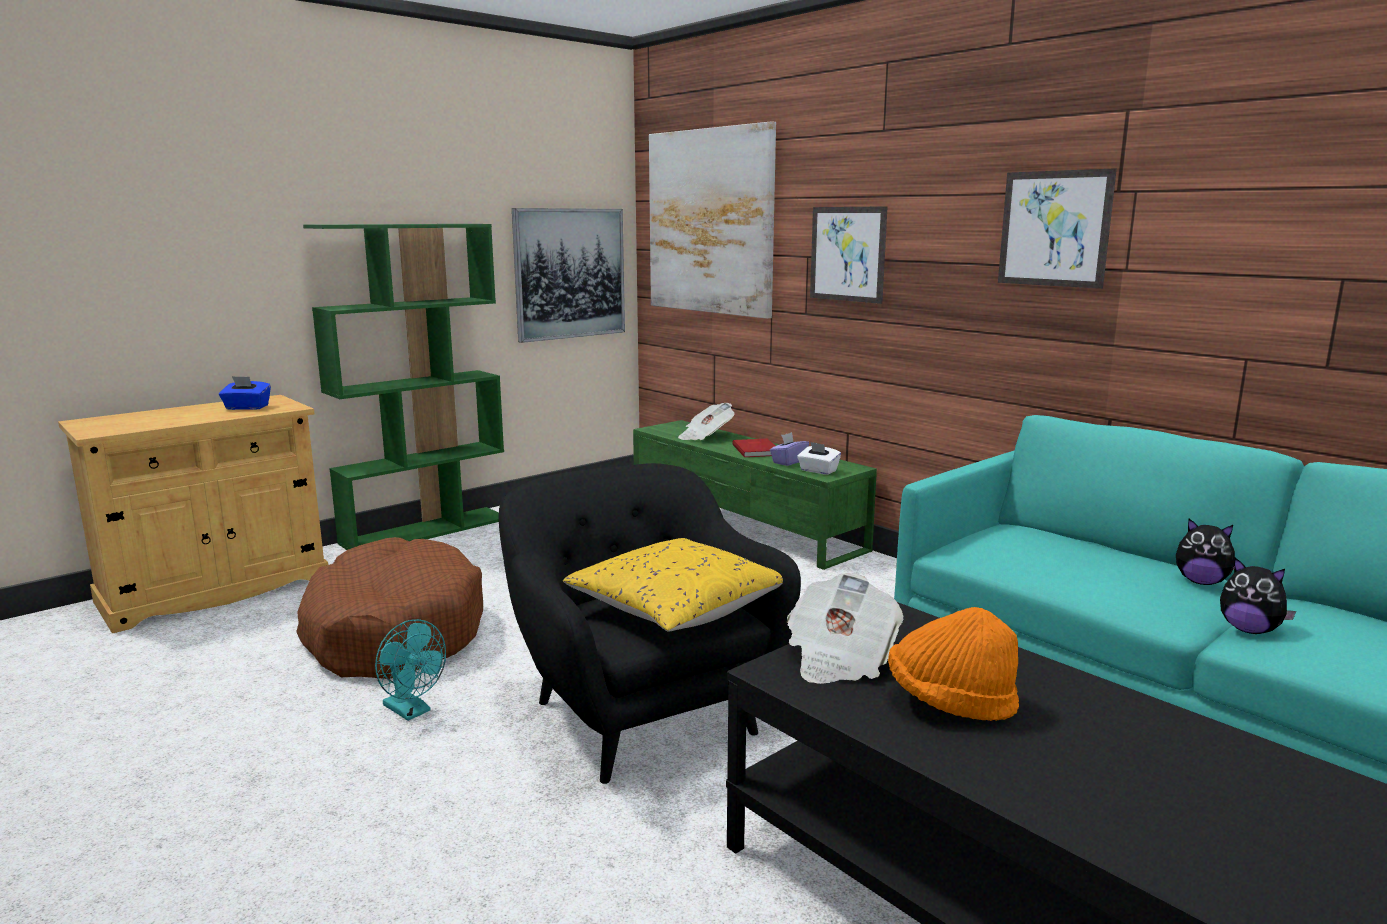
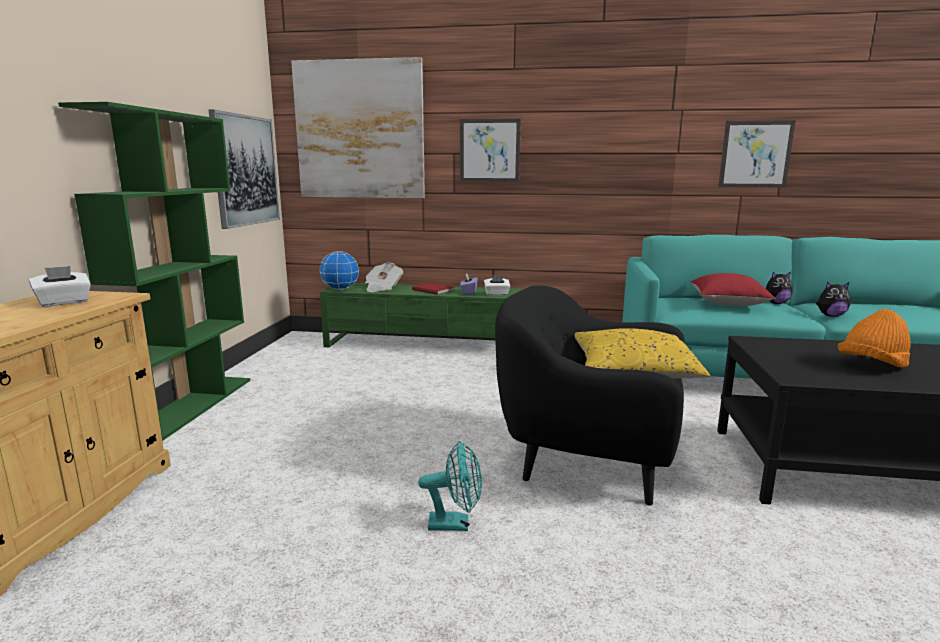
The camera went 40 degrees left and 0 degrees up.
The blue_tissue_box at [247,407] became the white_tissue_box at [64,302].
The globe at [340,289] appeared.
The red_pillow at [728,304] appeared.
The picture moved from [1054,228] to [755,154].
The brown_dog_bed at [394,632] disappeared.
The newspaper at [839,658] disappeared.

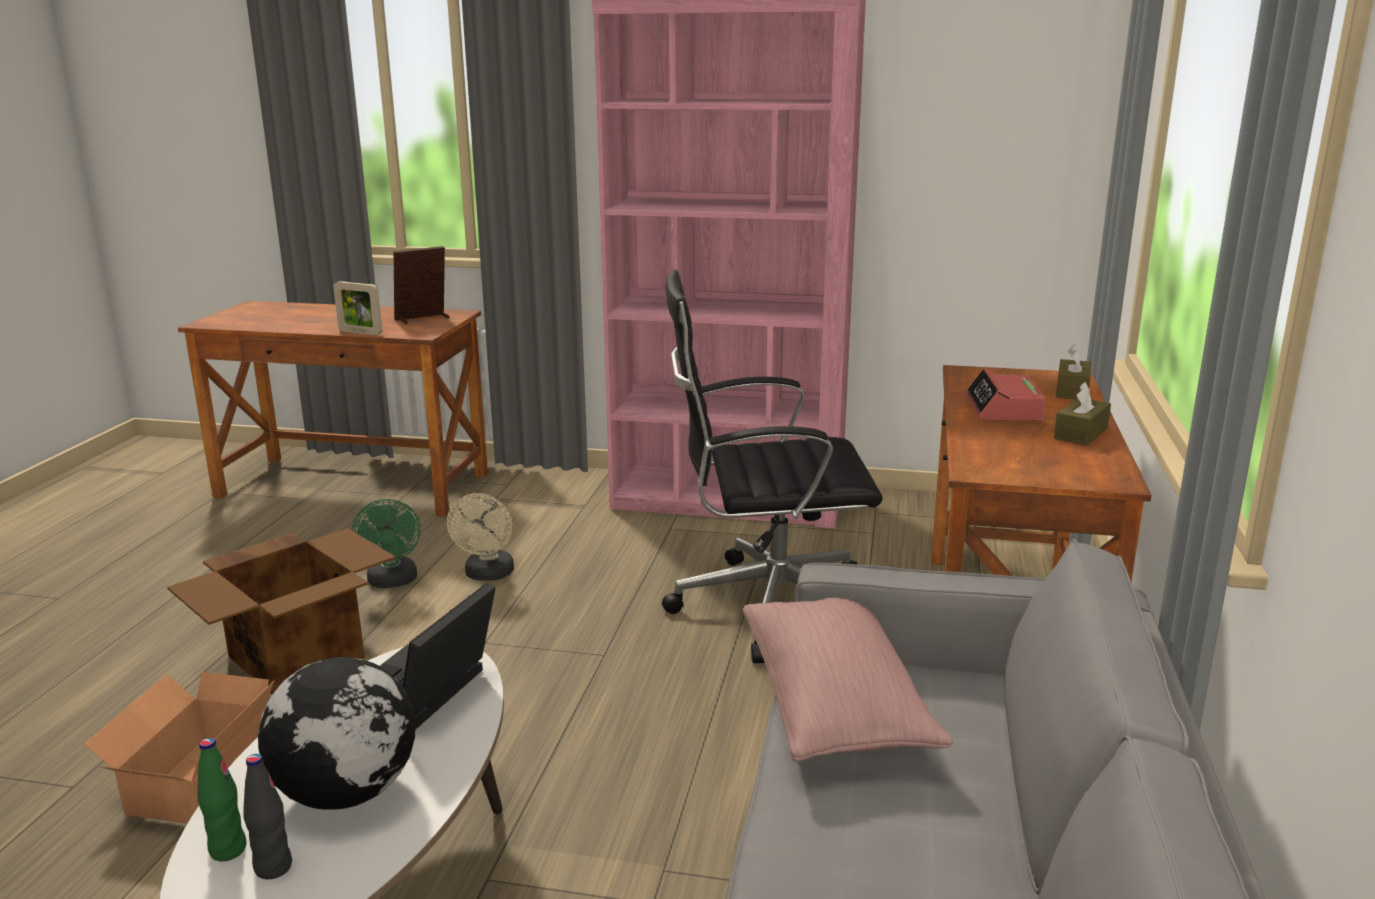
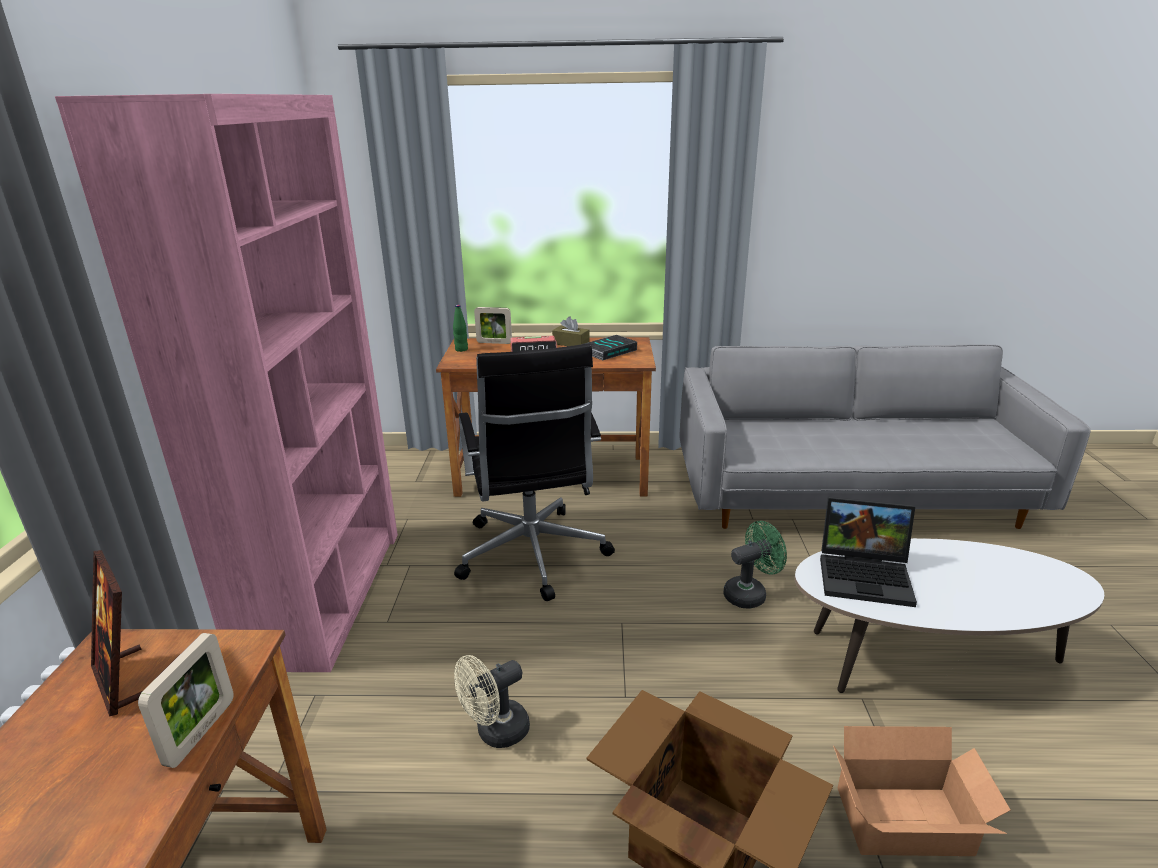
The camera went 100 degrees left and 5 degrees up.
The green_bottle moved from [228,850] to [461,349].
The beige_fan at [488,575] turned 150 degrees clockwise.
The brown_tissue_box at [1072,391] was replaced by the picture_frame at [494,342].
The book at [609,351] appeared.
The green_fan moved from [393,582] to [750,593].
The black_bottle at [273,867] disappeared.
The globe at [348,792] disappeared.
The pink_pillow at [834,704] disappeared.

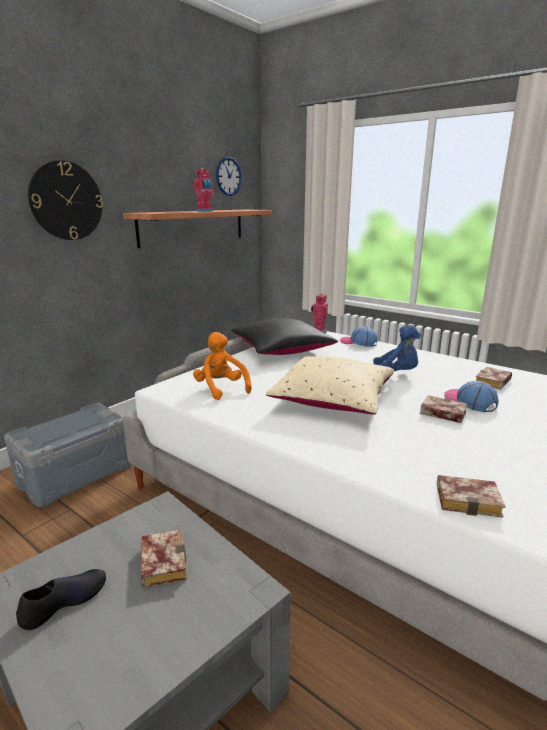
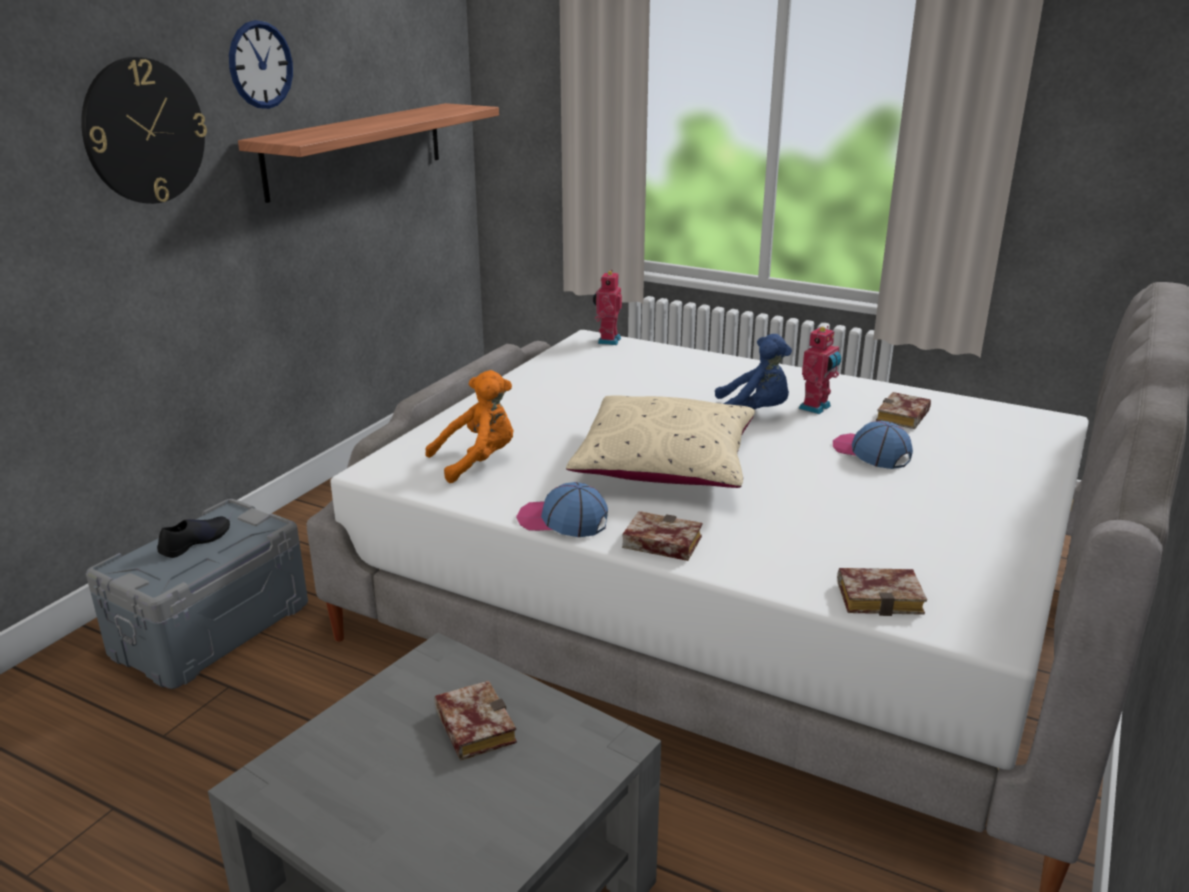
The camera went 10 degrees left and 5 degrees up.
The black_shoe moved from [64,601] to [195,542].
The wall_clock moved from [228,176] to [260,65].
The orange_plush_toy at [221,389] turned 105 degrees clockwise.
The cap moved from [358,342] to [562,520].
The book moved from [440,413] to [658,544].
The toy_robot moved from [205,211] to [816,408].
The black_pillow at [282,349] disappeared.

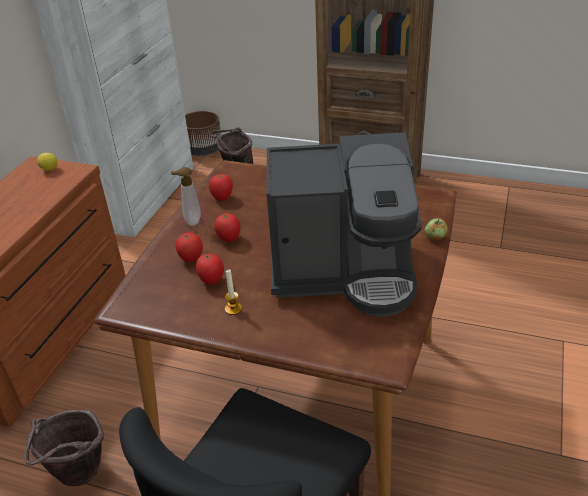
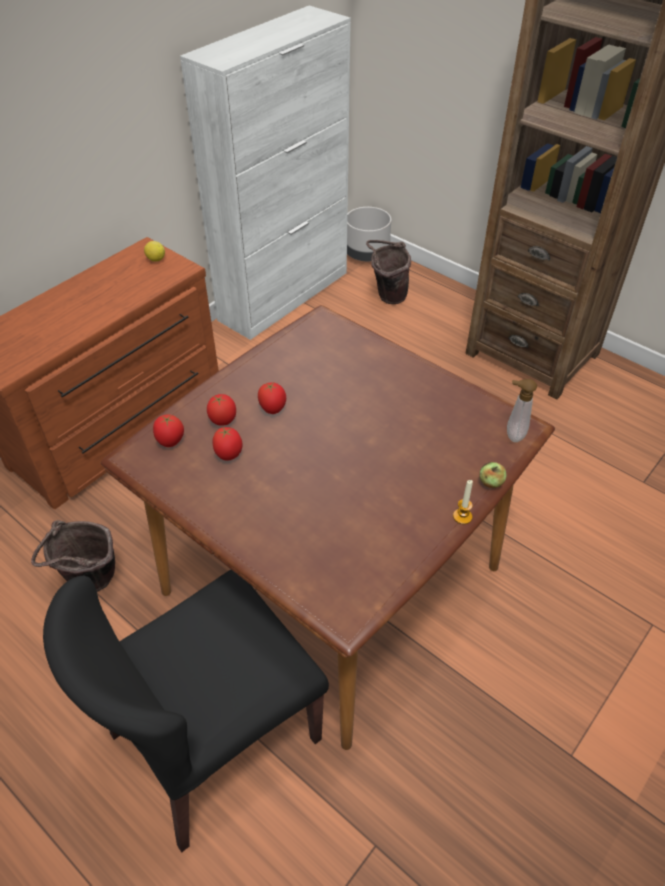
The camera went 20 degrees right and 10 degrees up.
The tomato moved from [222,198] to [170,442].
The brown_planter at [203,151] became the grey_planter at [367,254].
The candle moved from [233,309] to [462,516].
The soap_dispenser moved from [191,221] to [513,435].
The coffee_machine at [345,271] disappeared.

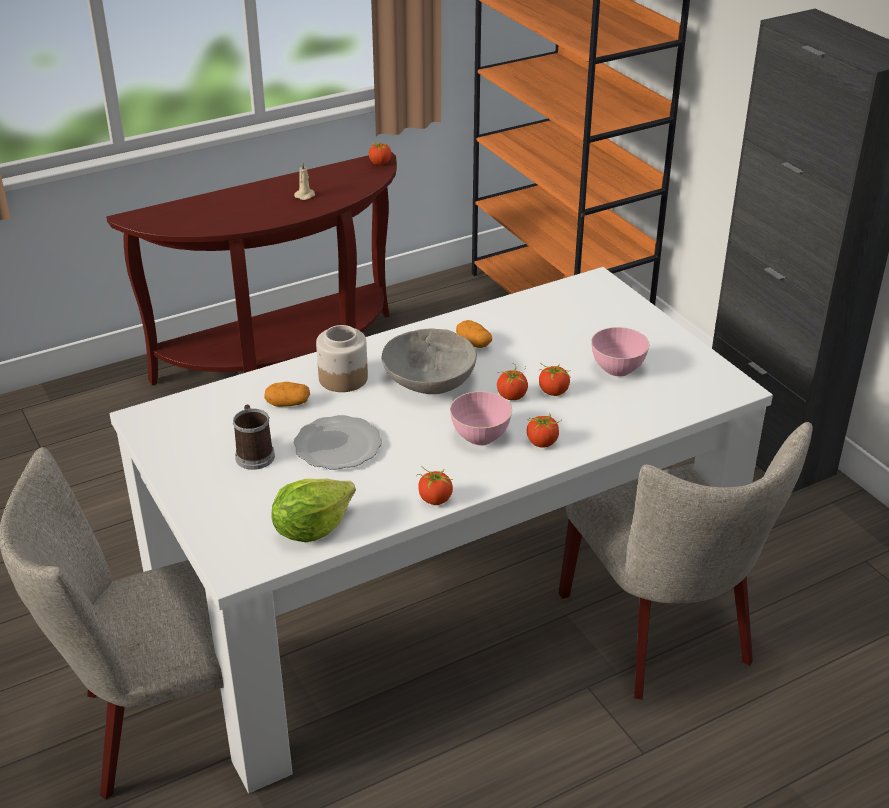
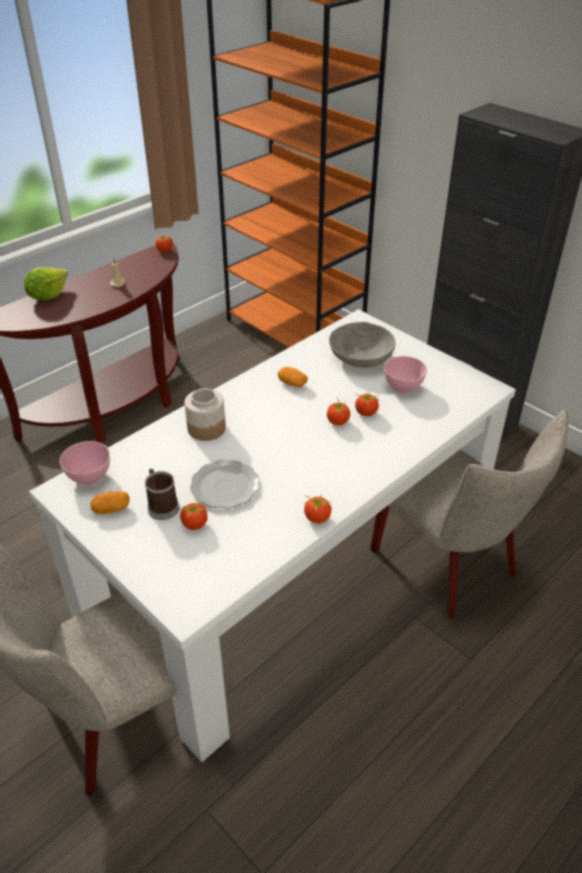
The camera went 15 degrees left and 5 degrees up.
The lettuce moved from [311,528] to [48,296].
The pink_bowl moved from [480,436] to [89,477].
The potato moved from [288,404] to [111,509].
The tomato moved from [542,442] to [195,524].
The grey_bowl moved from [428,379] to [360,358].

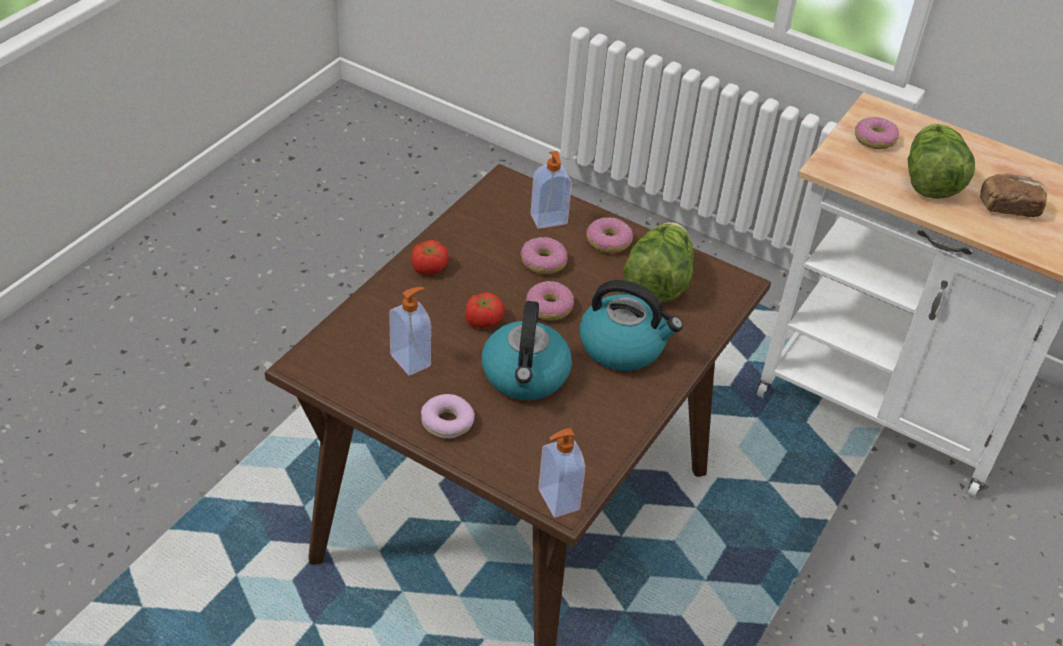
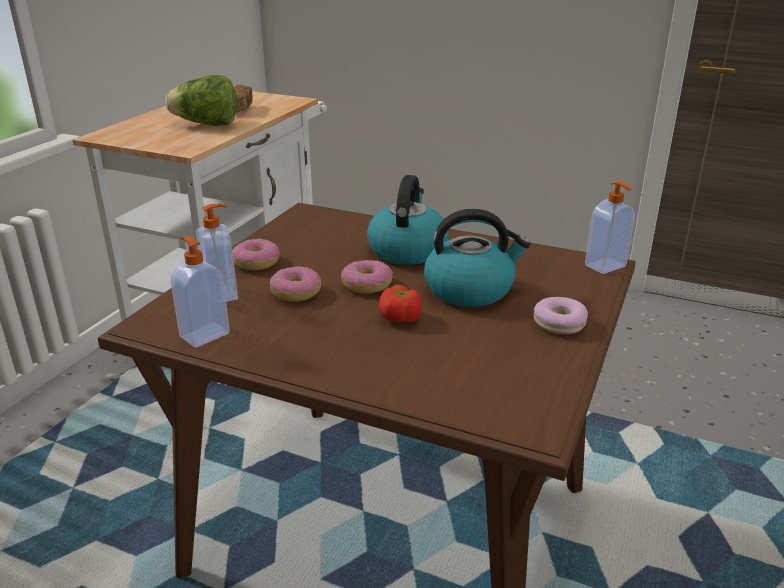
The camera went 95 degrees left and 15 degrees down.
The soap_dispenser moved from [411,360] to [204,335].
The tomato at [428,267] disappeared.
The lettuce at [657,283] disappeared.
The donut at [874,139] disappeared.

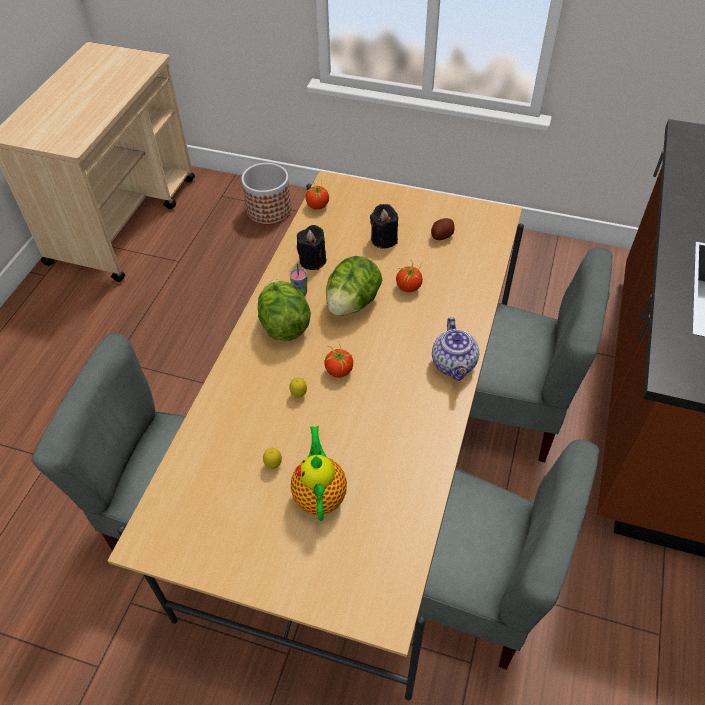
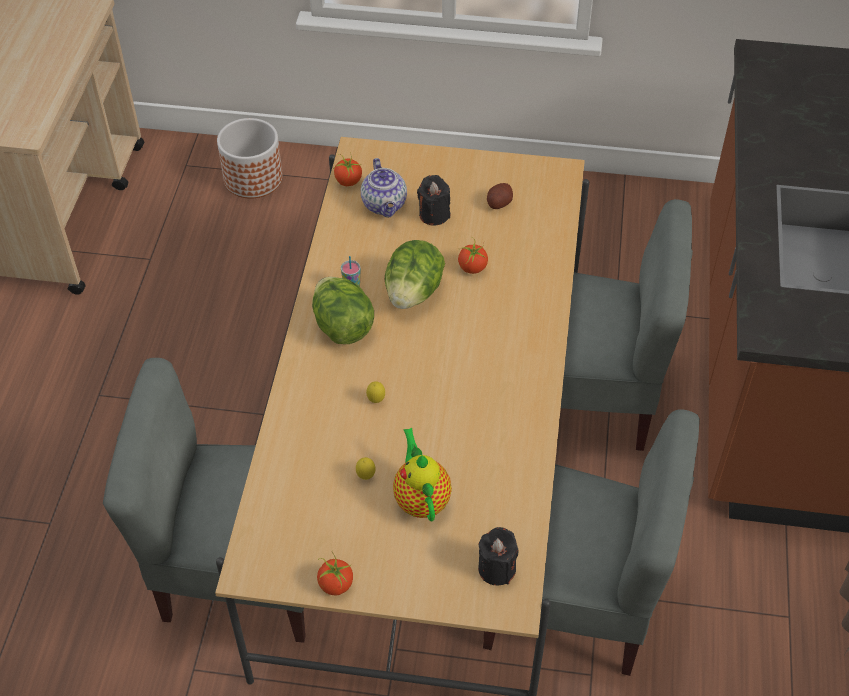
The camera went 10 degrees left and 0 degrees up.
The tomato moved from [339,371] to [335,584].
The teapot moved from [454,365] to [385,205].
The black_candle moved from [312,260] to [496,568].

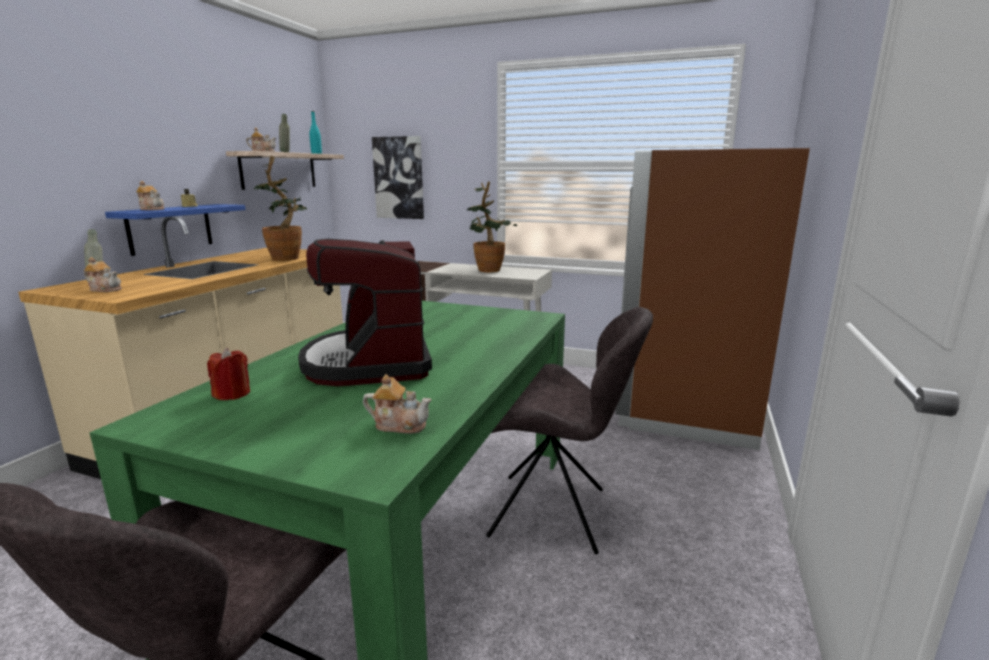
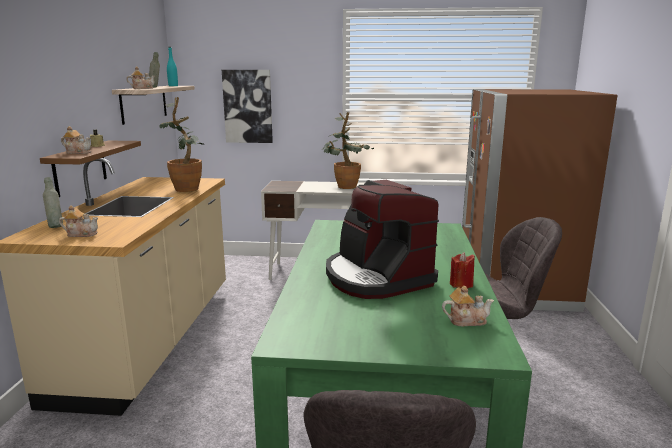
The camera went 15 degrees left and 0 degrees up.
The blue_shelf at [170,228] became the brown_shelf at [80,167].
The red_candle moved from [232,394] to [461,284].

